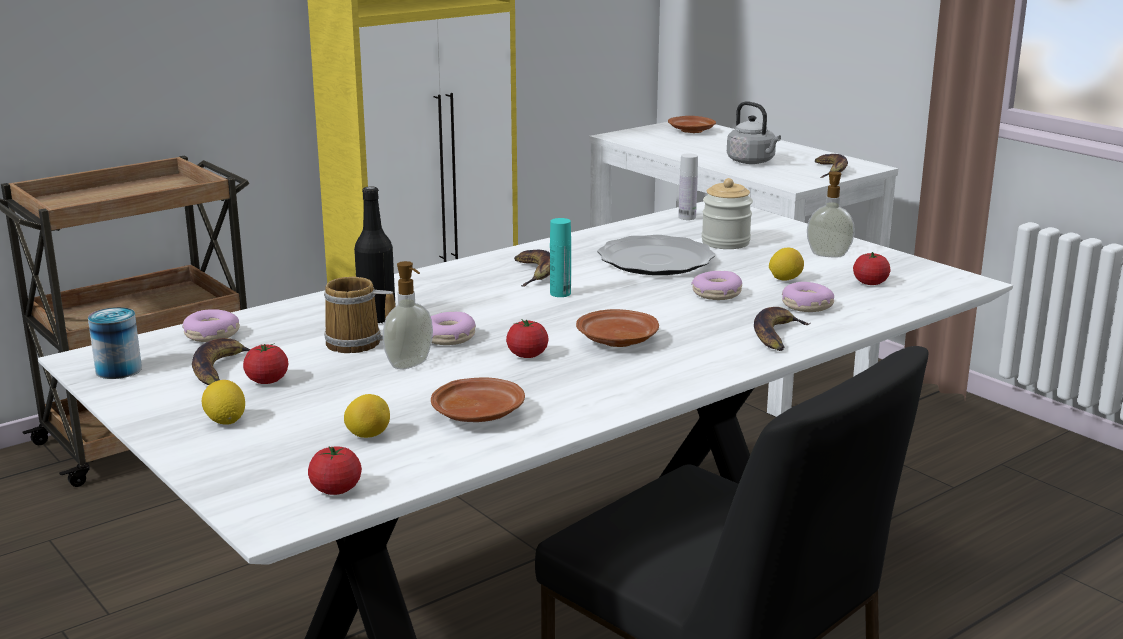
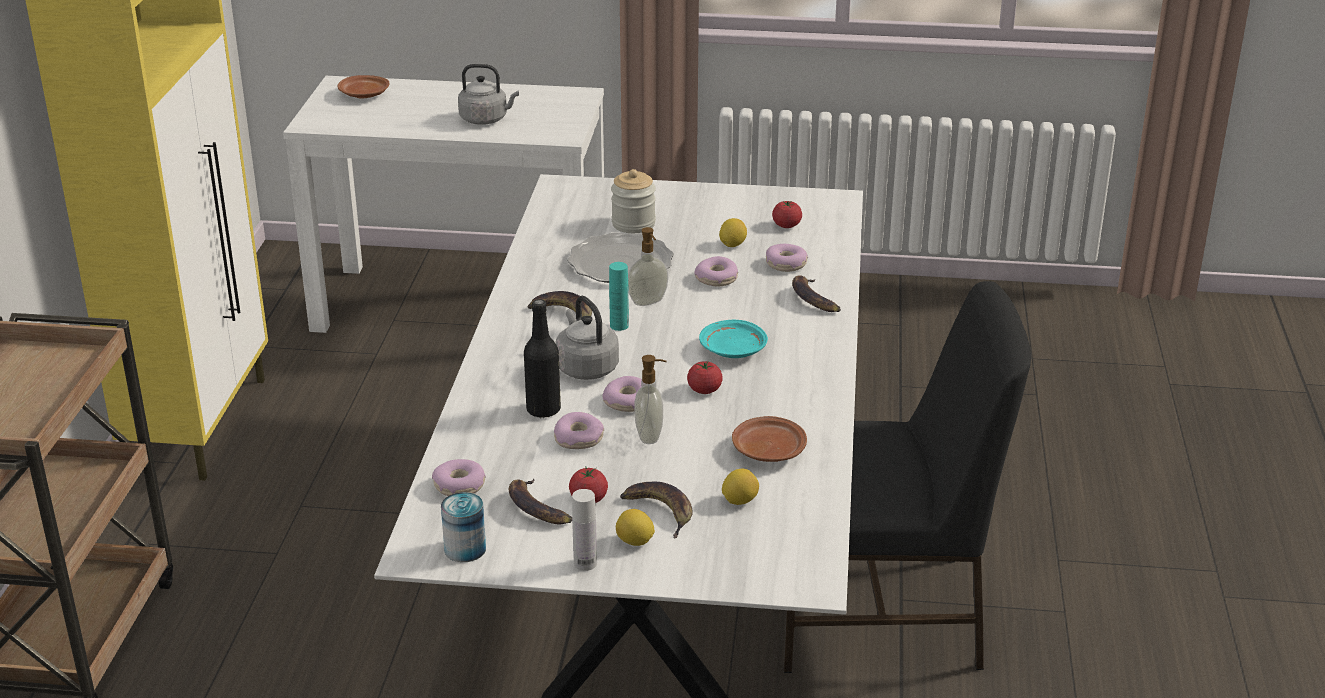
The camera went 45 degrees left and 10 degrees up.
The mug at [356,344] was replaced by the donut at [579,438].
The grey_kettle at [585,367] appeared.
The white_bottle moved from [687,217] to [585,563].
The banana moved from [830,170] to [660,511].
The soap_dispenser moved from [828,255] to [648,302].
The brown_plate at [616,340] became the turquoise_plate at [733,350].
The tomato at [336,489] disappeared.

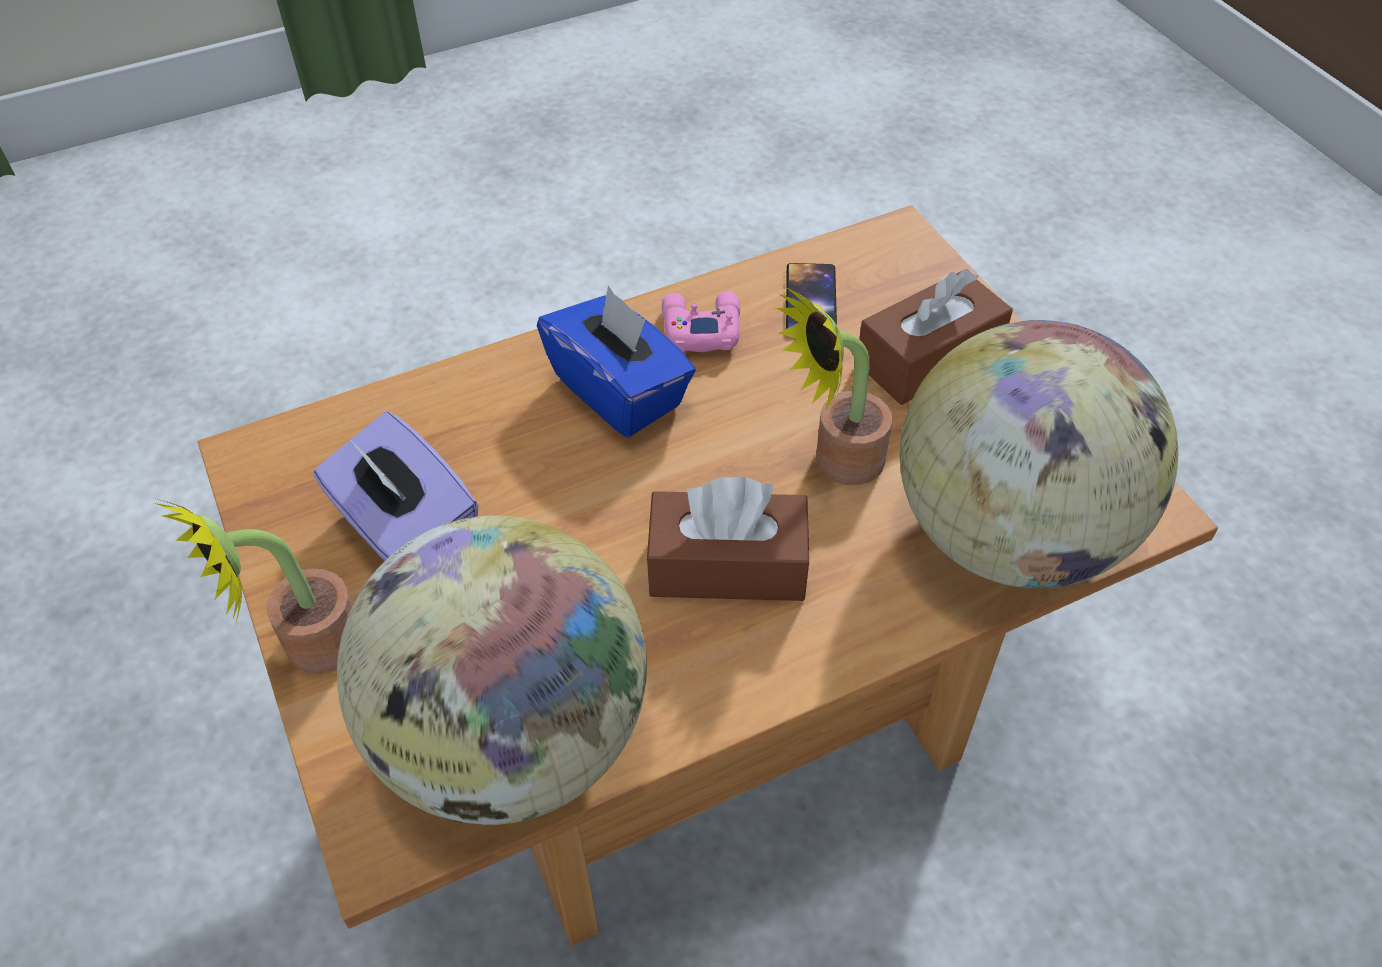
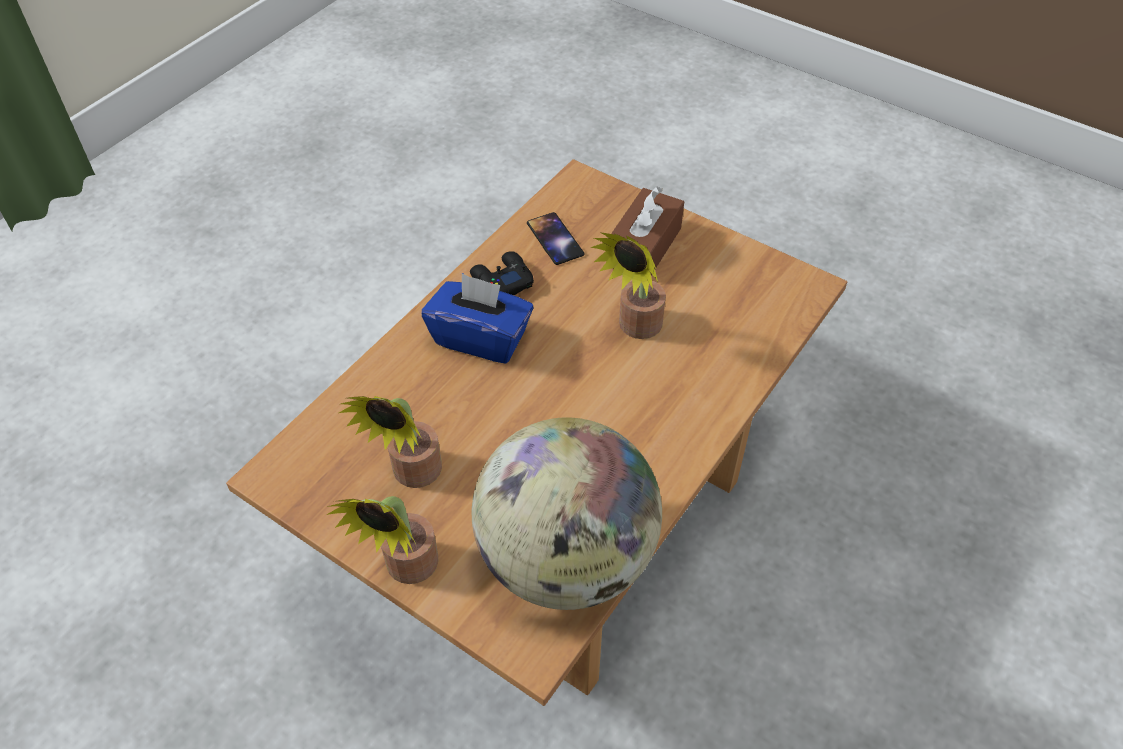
The camera went 30 degrees left and 0 degrees up.
The purple_tissue_box at [406,531] was replaced by the potted_plant at [412,476].
The pink_game_controller at [700,328] became the black_game_controller at [501,281].
The brown_tissue_box at [727,565] disappeared.
The globe at [1010,534] disappeared.

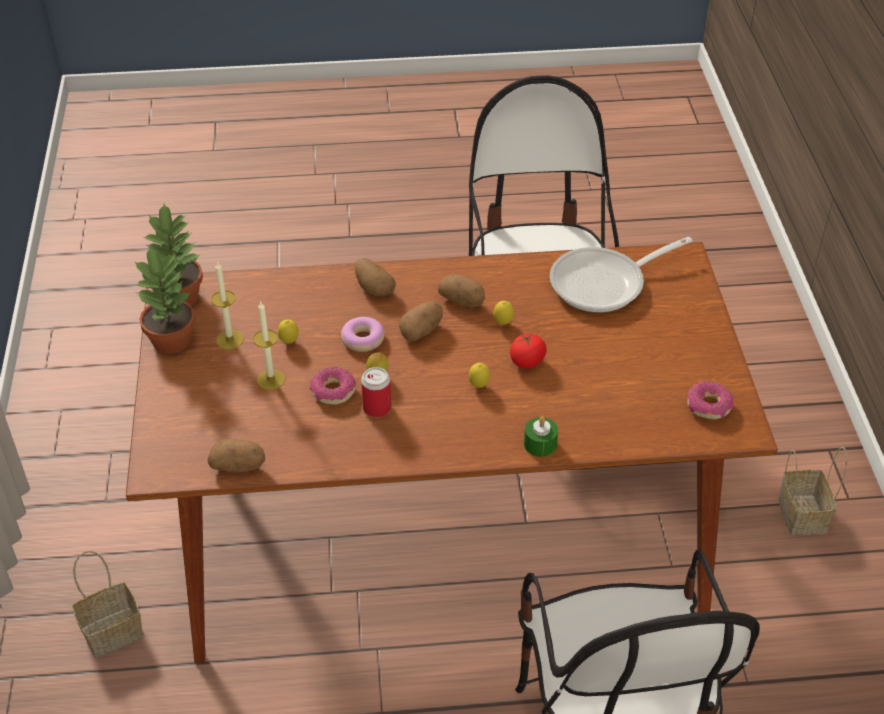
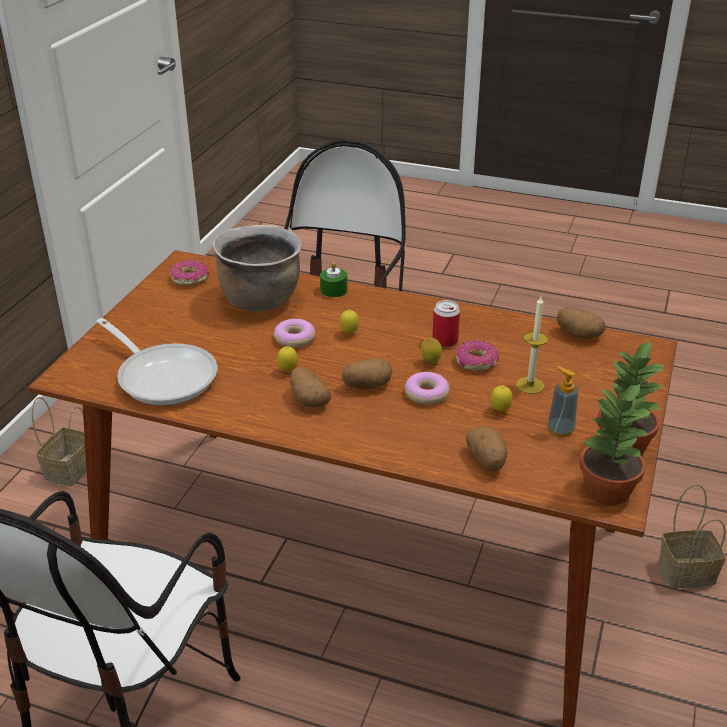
The camera went 155 degrees left and 10 degrees down.
The frying_pan at [605,283] turned 45 degrees clockwise.
The brown_cooking_pot at [260,300] appeared.
The tomato at [527,361] was replaced by the donut at [294,338].
The potato moved from [373,287] to [487,460].
The candle at [230,340] was replaced by the soap_dispenser at [560,430].

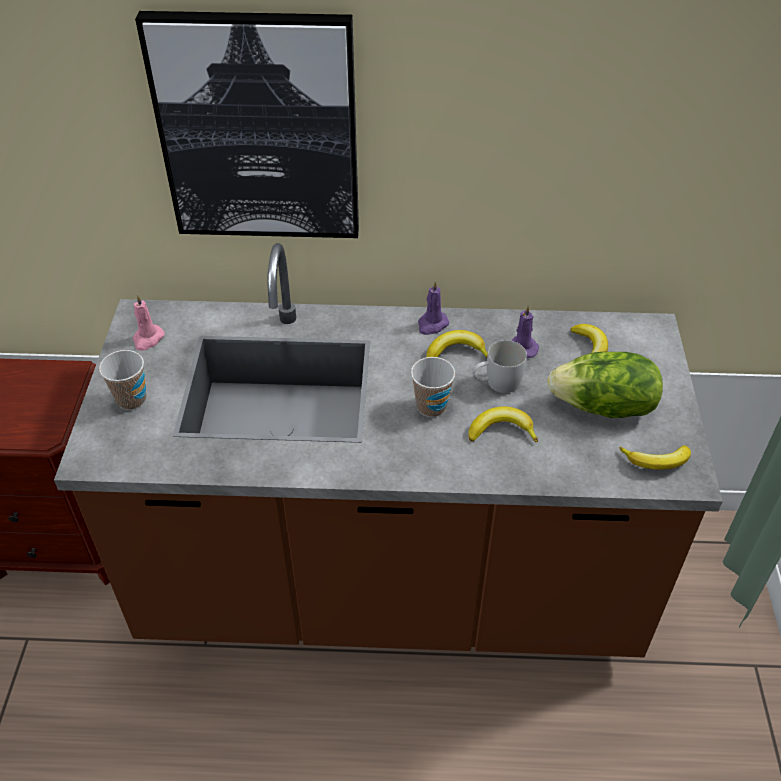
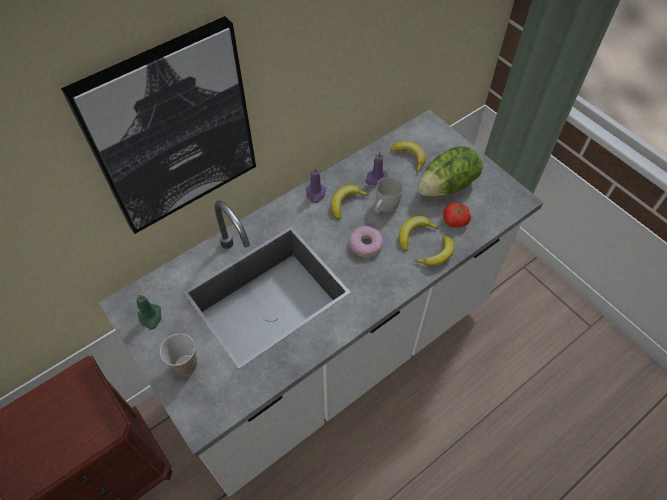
The camera went 40 degrees left and 10 degrees up.
The brown_counter at [390,587] became the white_counter at [333,354].
The pink_candle at [148,339] became the green_candle at [150,317].
The cup at [431,407] was replaced by the donut at [365,245].
The banana moved from [656,462] to [437,255].
The tomato at [455,221] appeared.

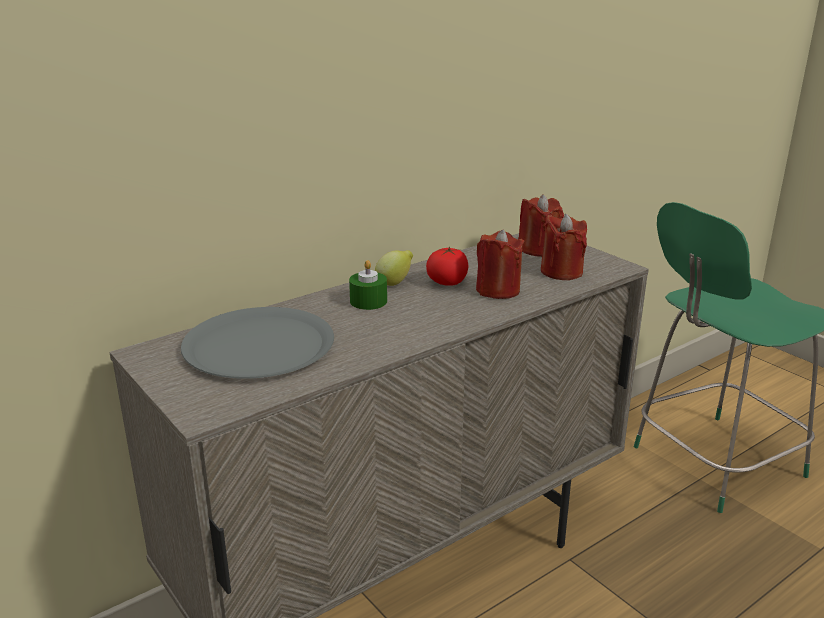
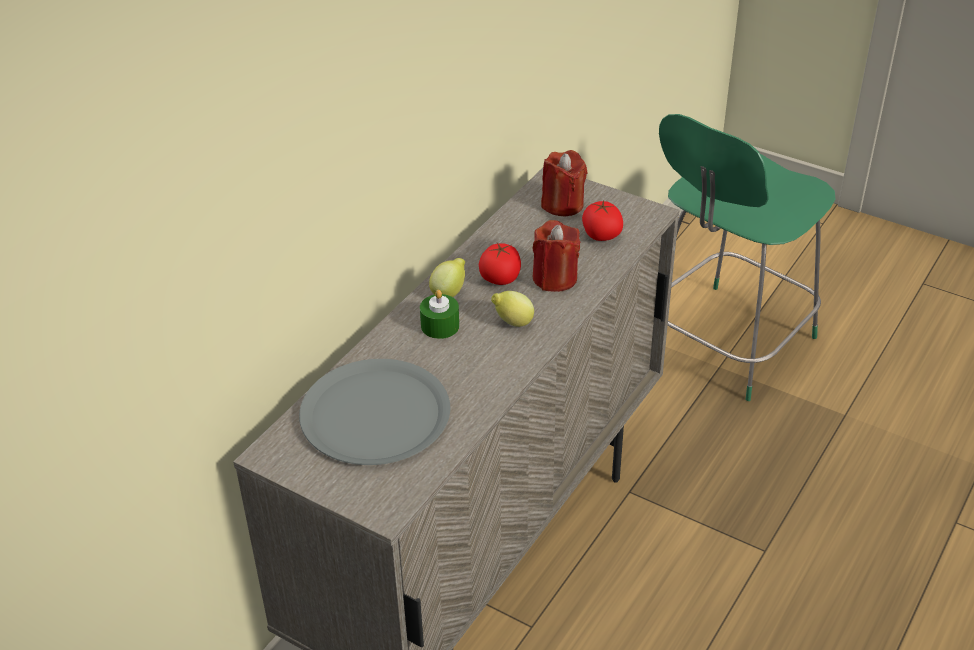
The camera went 20 degrees left and 15 degrees up.
The lemon at [512,322] appeared.
The red_candle at [561,272] was replaced by the tomato at [601,235].

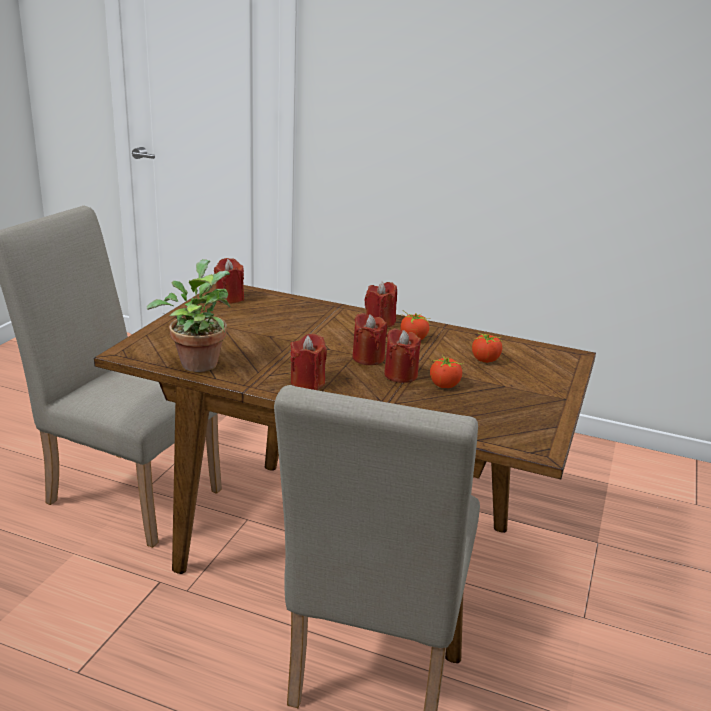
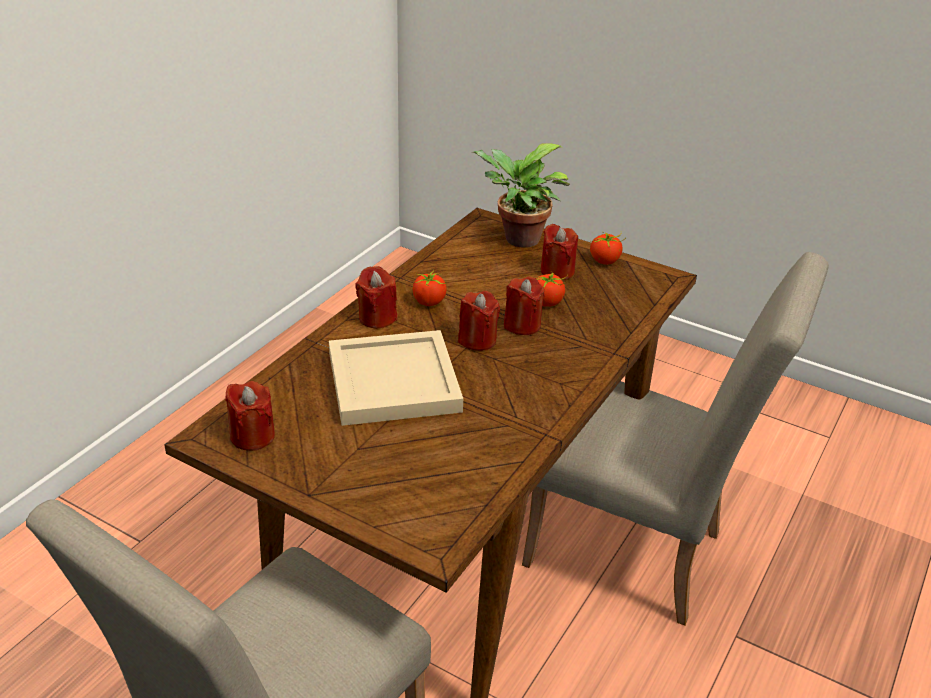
The camera went 80 degrees left and 10 degrees up.
The beige_tray at [396,383] appeared.
The potted_plant moved from [198,362] to [517,239].
The red_candle moved from [307,383] to [557,271].
The tomato moved from [485,360] to [604,261].

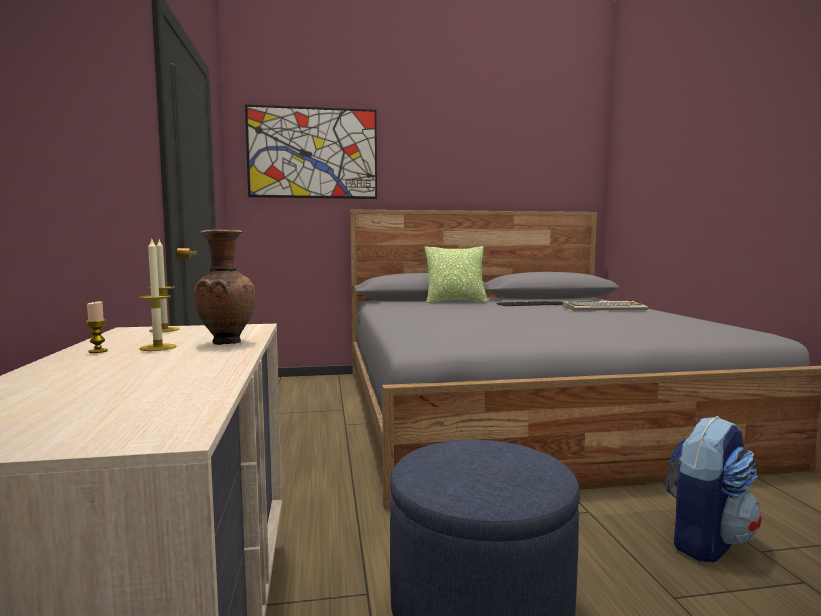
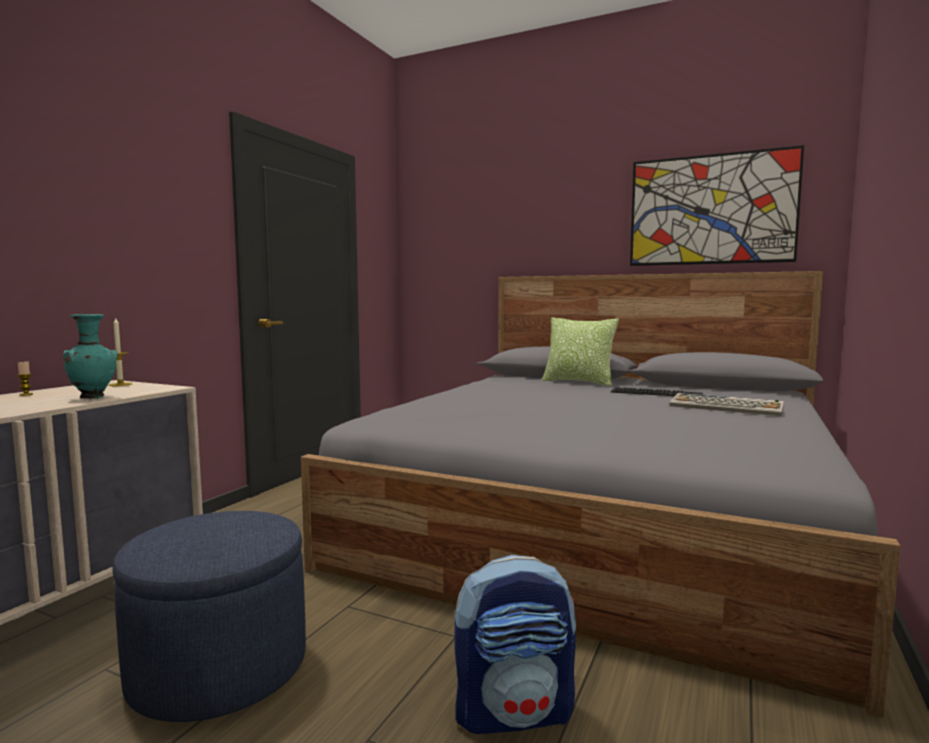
The camera went 35 degrees right and 0 degrees up.
The brown_vase at [226,342] became the turquoise_vase at [93,397].
The picture moved from [312,153] to [711,209].
The candle at [158,347] disappeared.

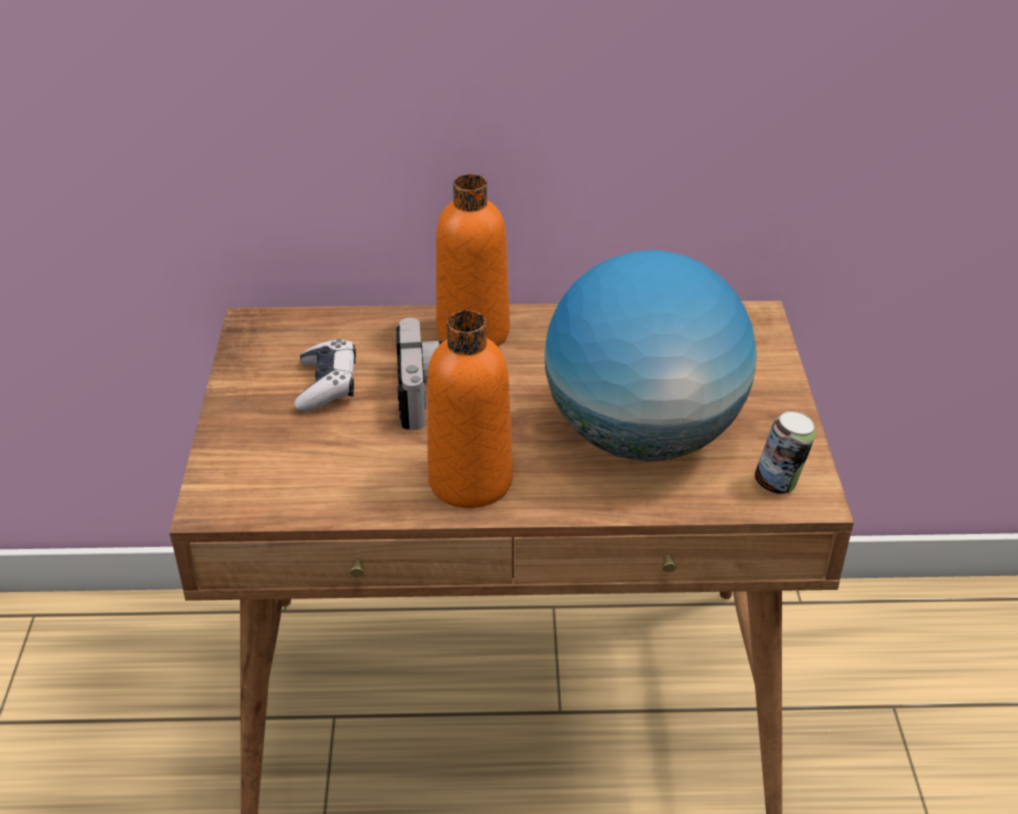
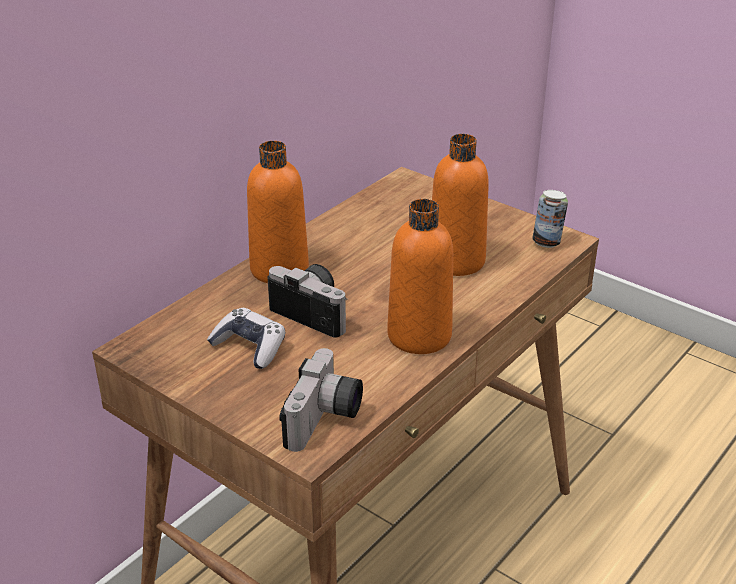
The camera went 50 degrees left and 5 degrees down.
The photo_camera at [325,420] appeared.
The globe at [643,435] was replaced by the orange_bottle at [456,261].

